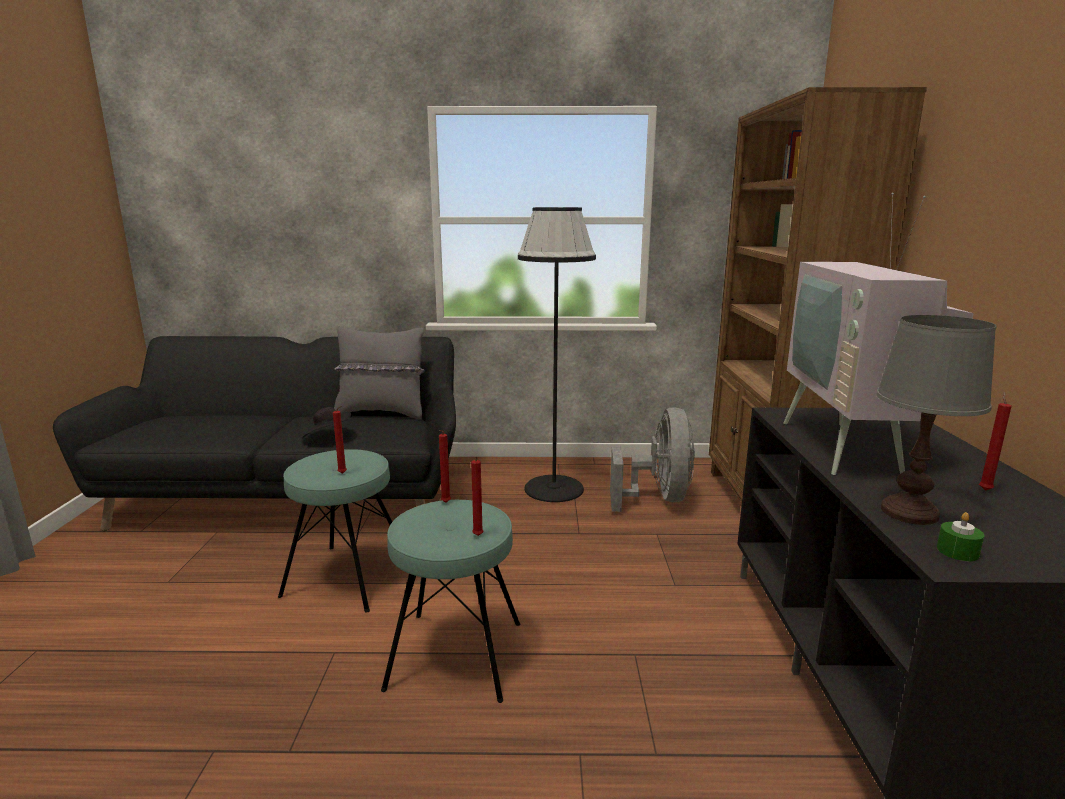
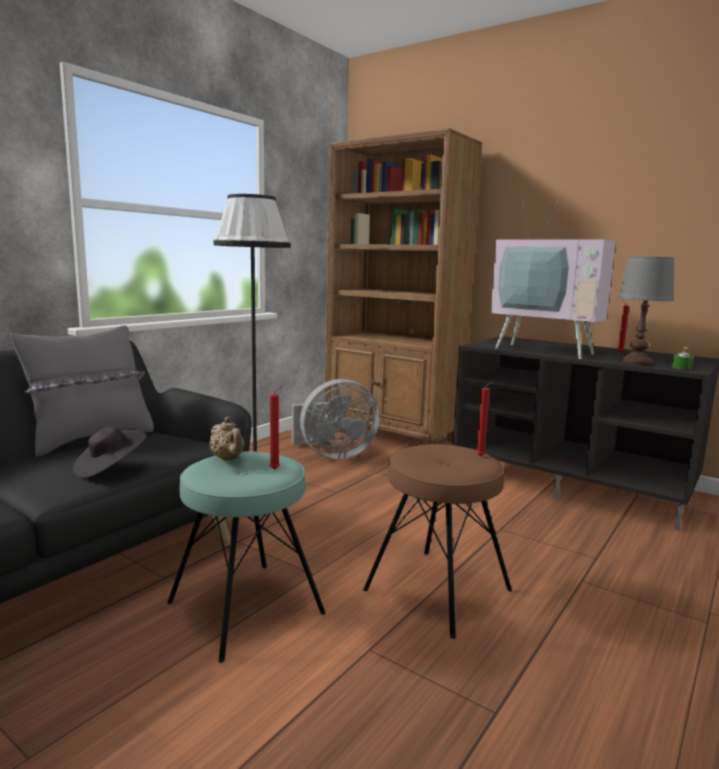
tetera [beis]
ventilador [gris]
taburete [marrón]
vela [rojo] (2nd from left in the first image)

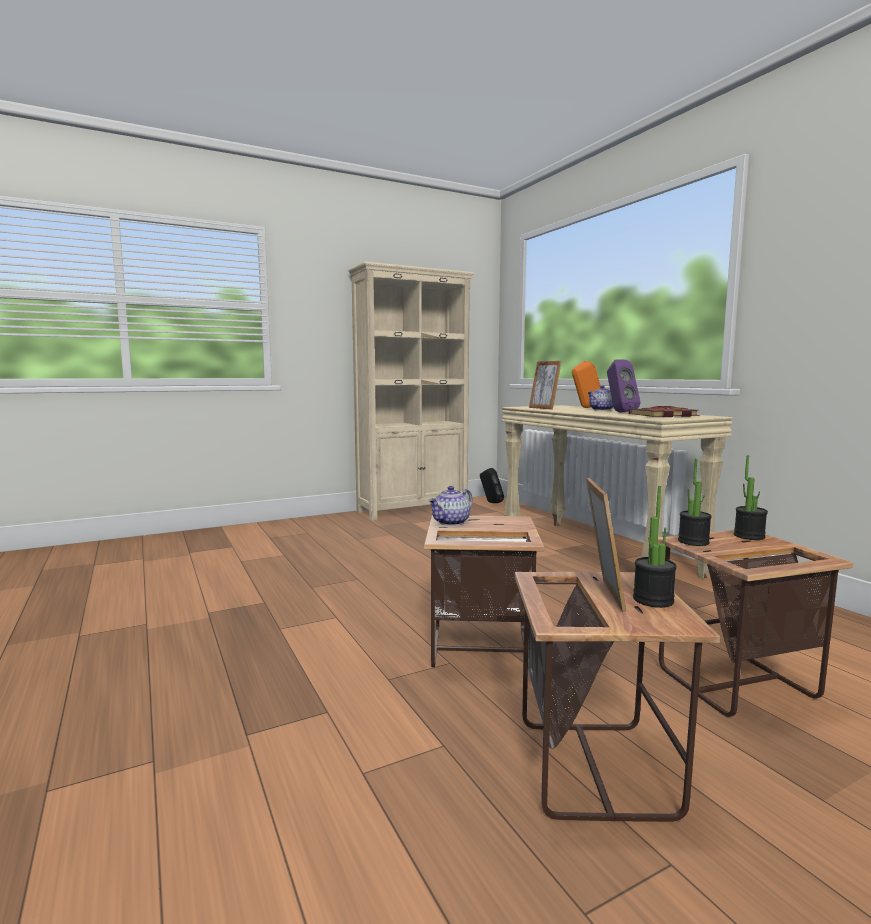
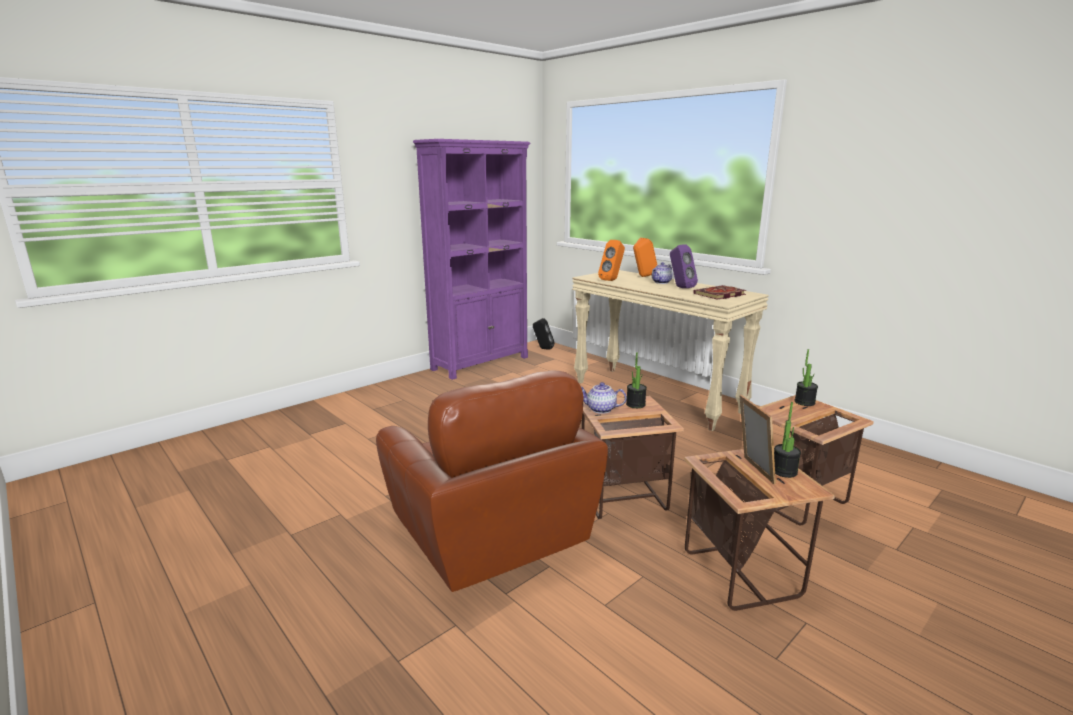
sillón [marrón]
estantería [morado]
tetera (1st from left)
altavoz [naranja] (1st from left)
planta en maceta (1st from left)

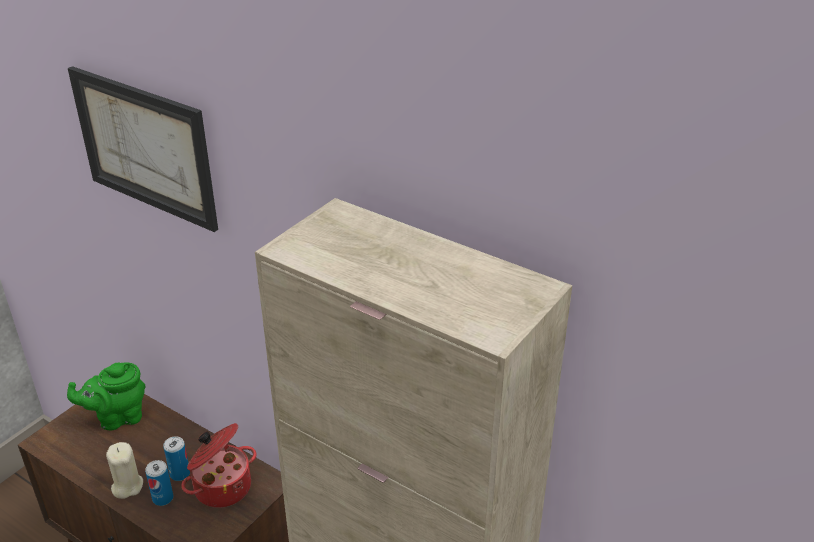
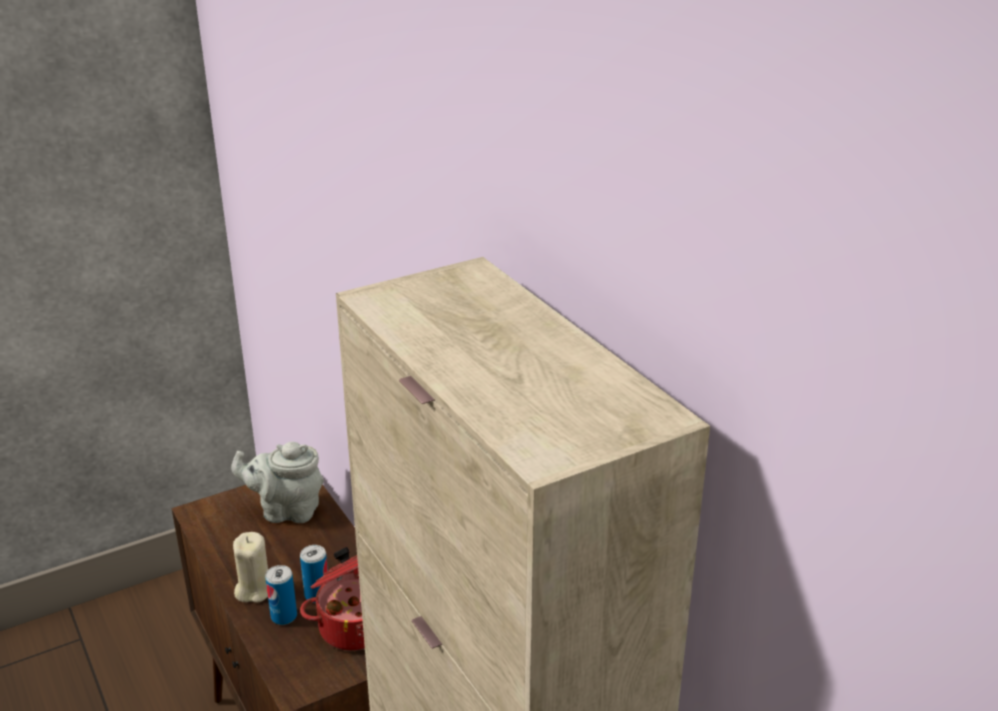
tetera [gris]
cuadro

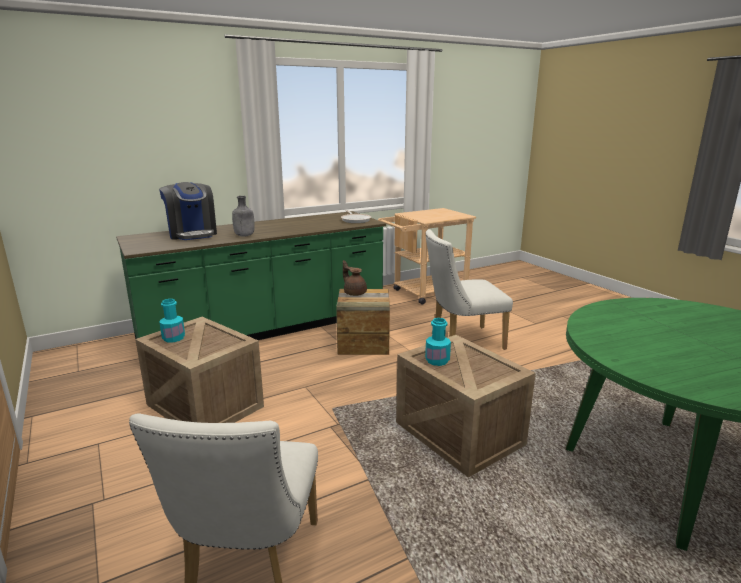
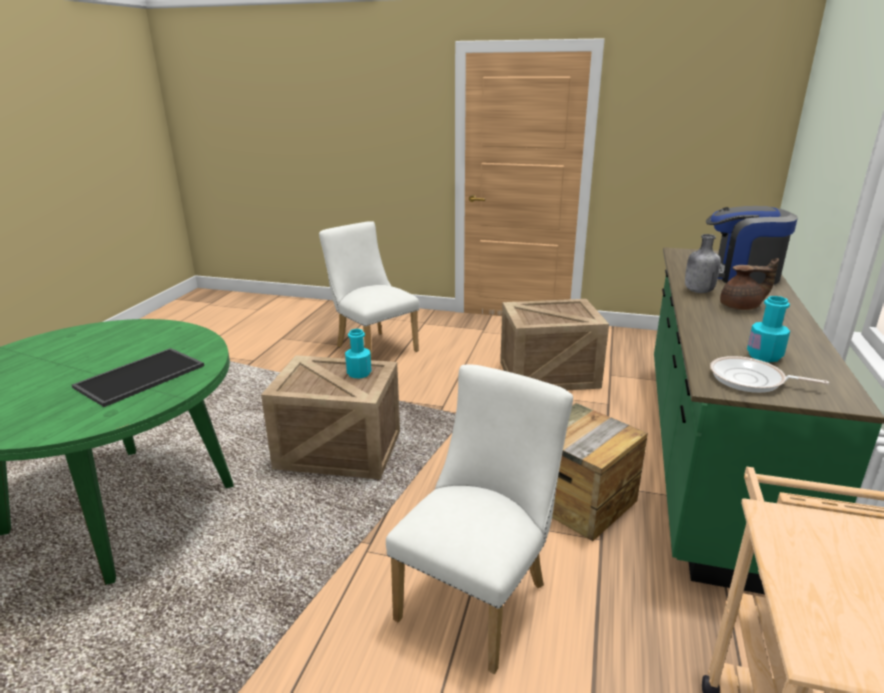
bandeja
tetera [marrón]
botella [turquesa] (2nd from left)

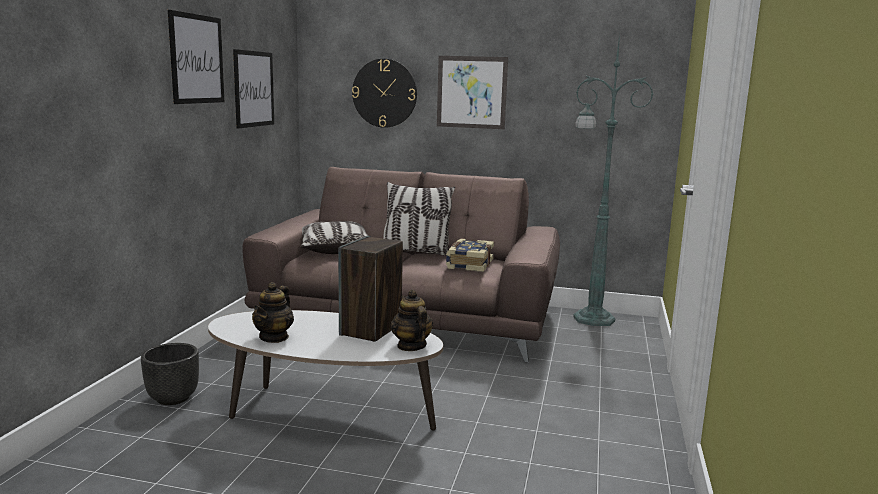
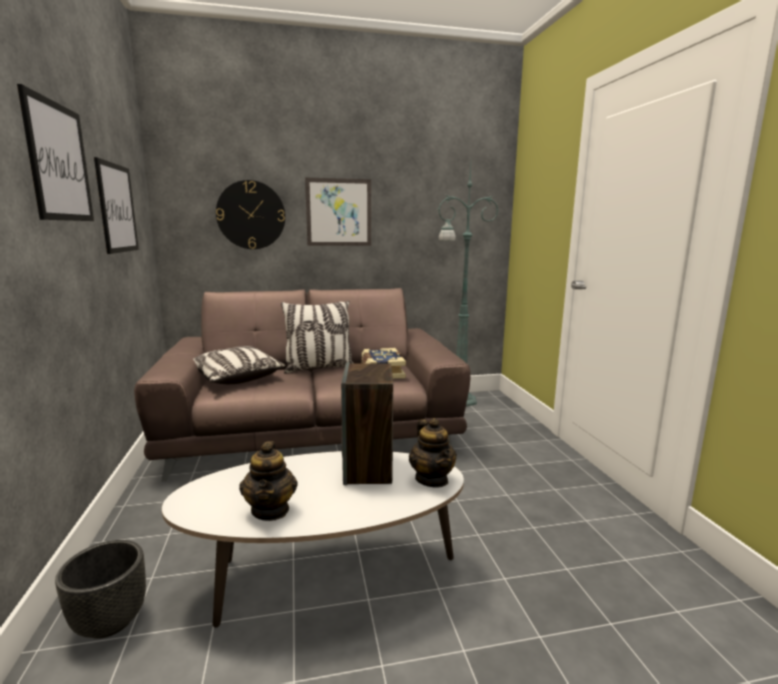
tetera (2nd from left)

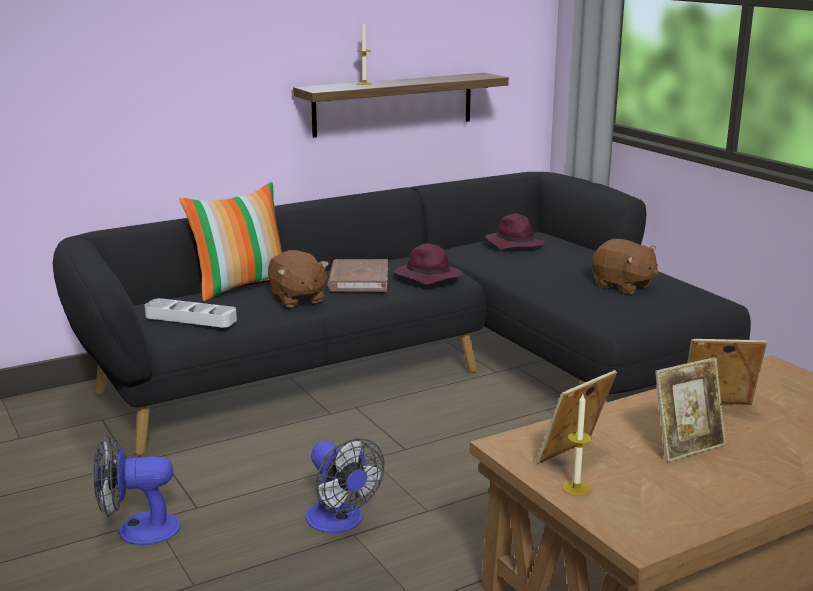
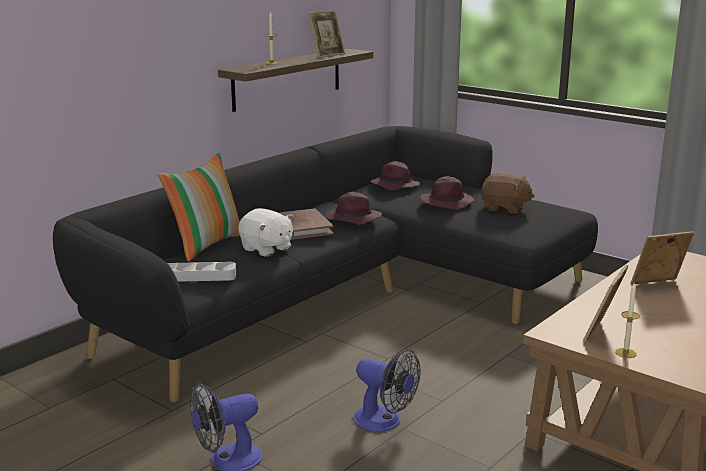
peluche [blanco]
portarretratos (1st from left)
sombrero [morado] (3rd from left)

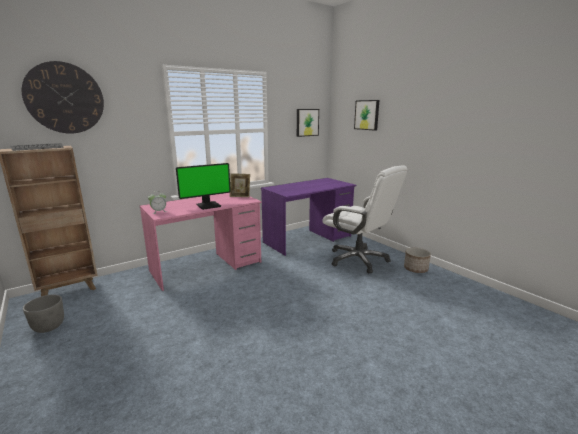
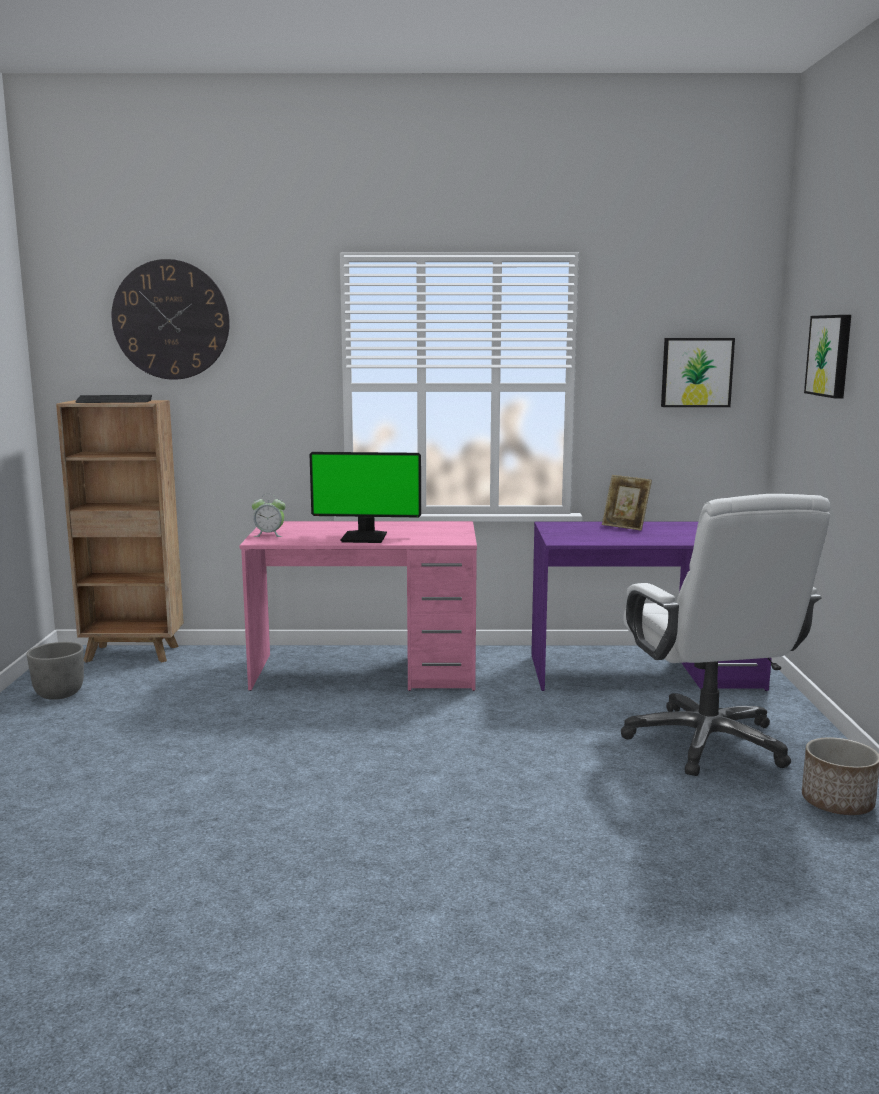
portarretratos

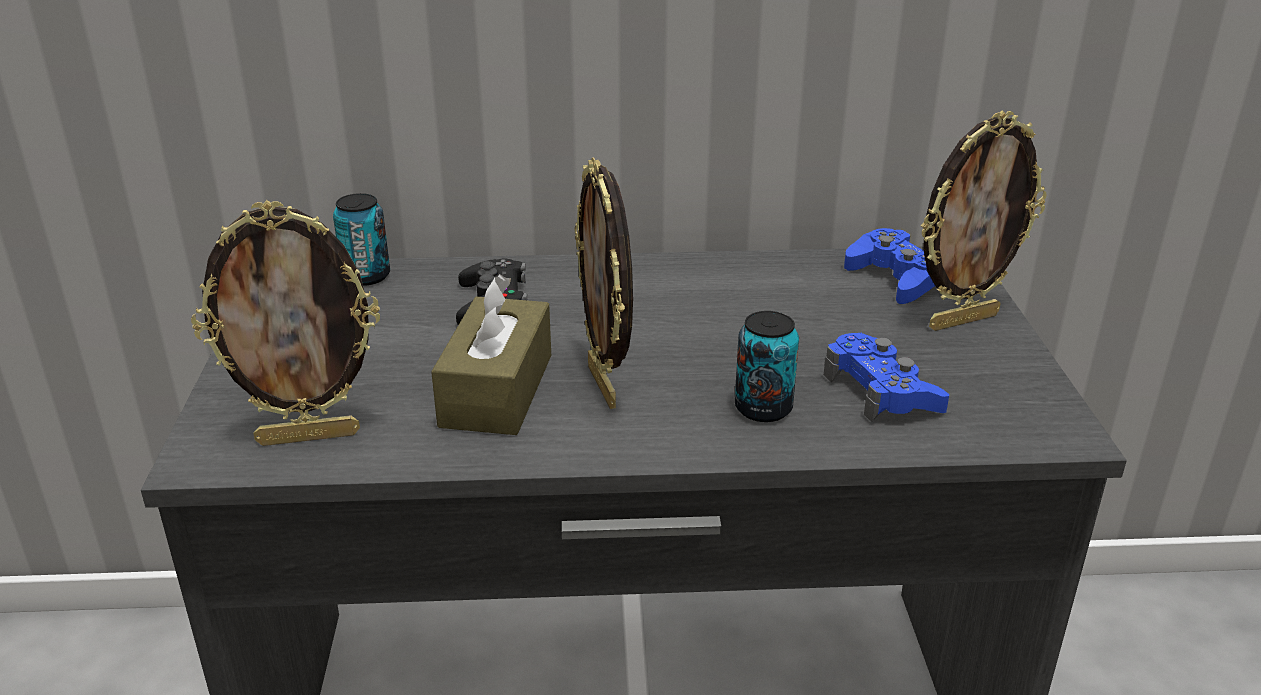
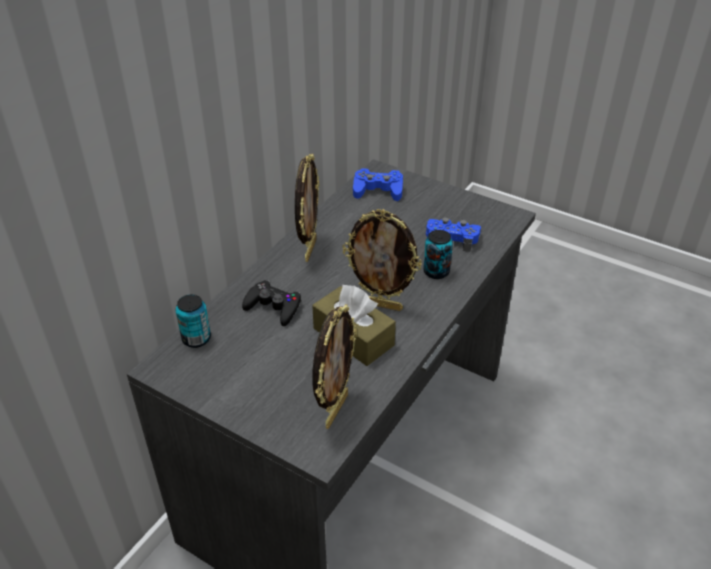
portarretratos (1st from left)

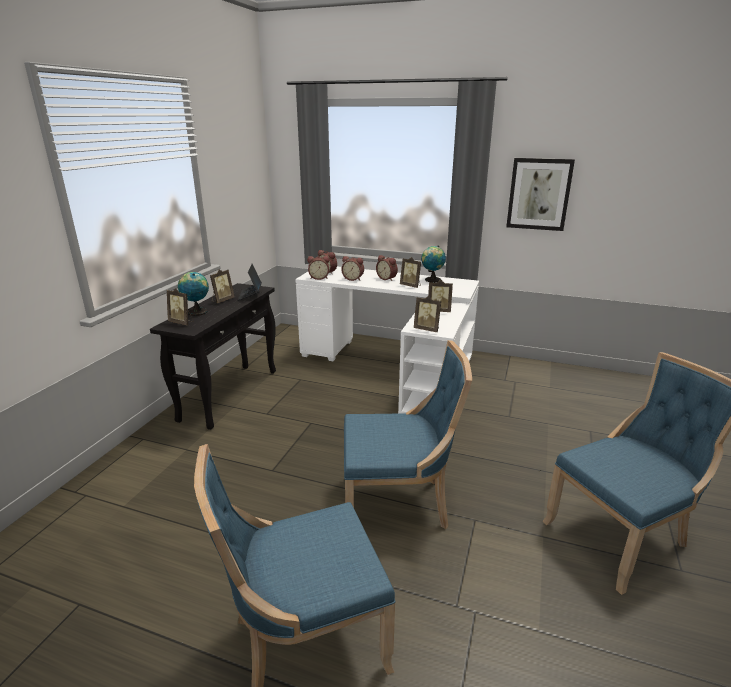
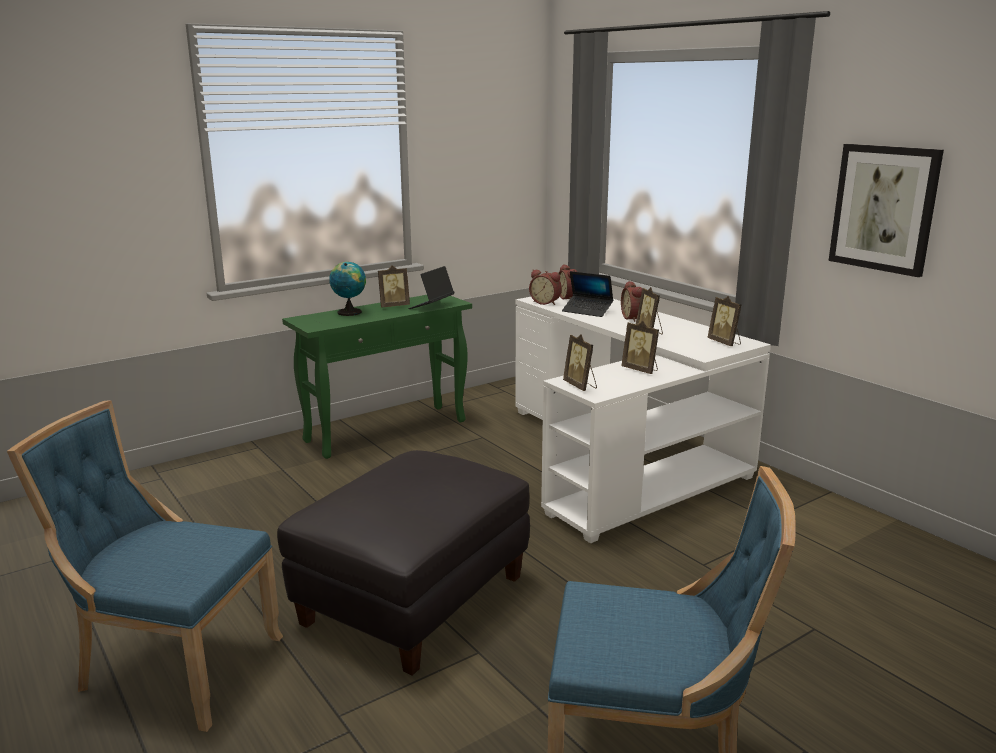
puf [negro]
mesa consola [verde]
portátil (2nd from left)
portarretratos (5th from left)
globo terráqueo (2nd from left in the first image)

